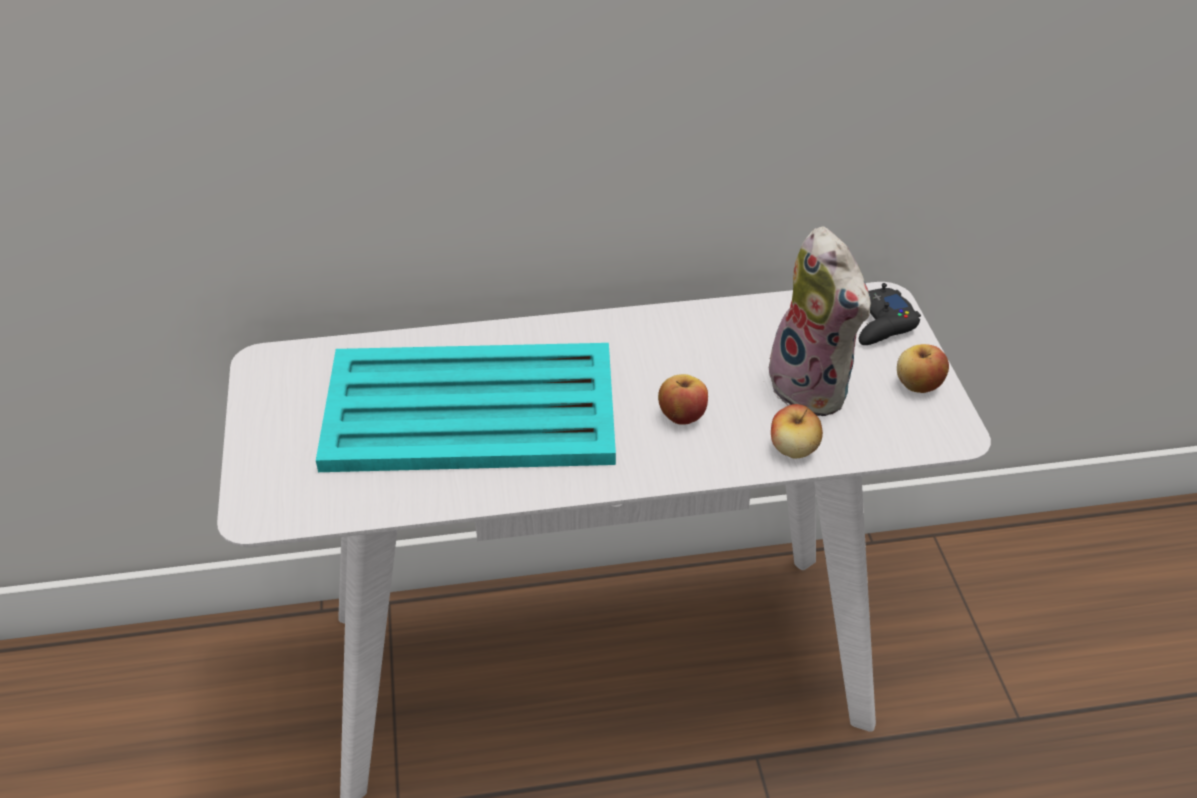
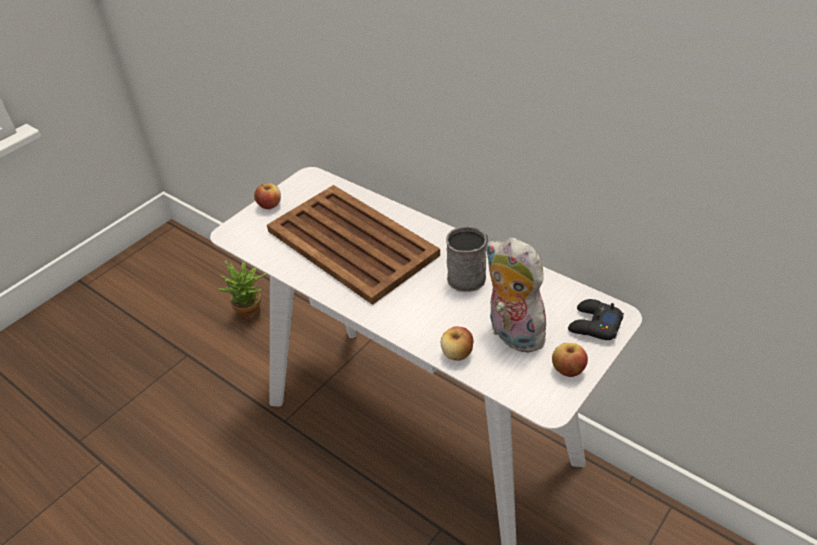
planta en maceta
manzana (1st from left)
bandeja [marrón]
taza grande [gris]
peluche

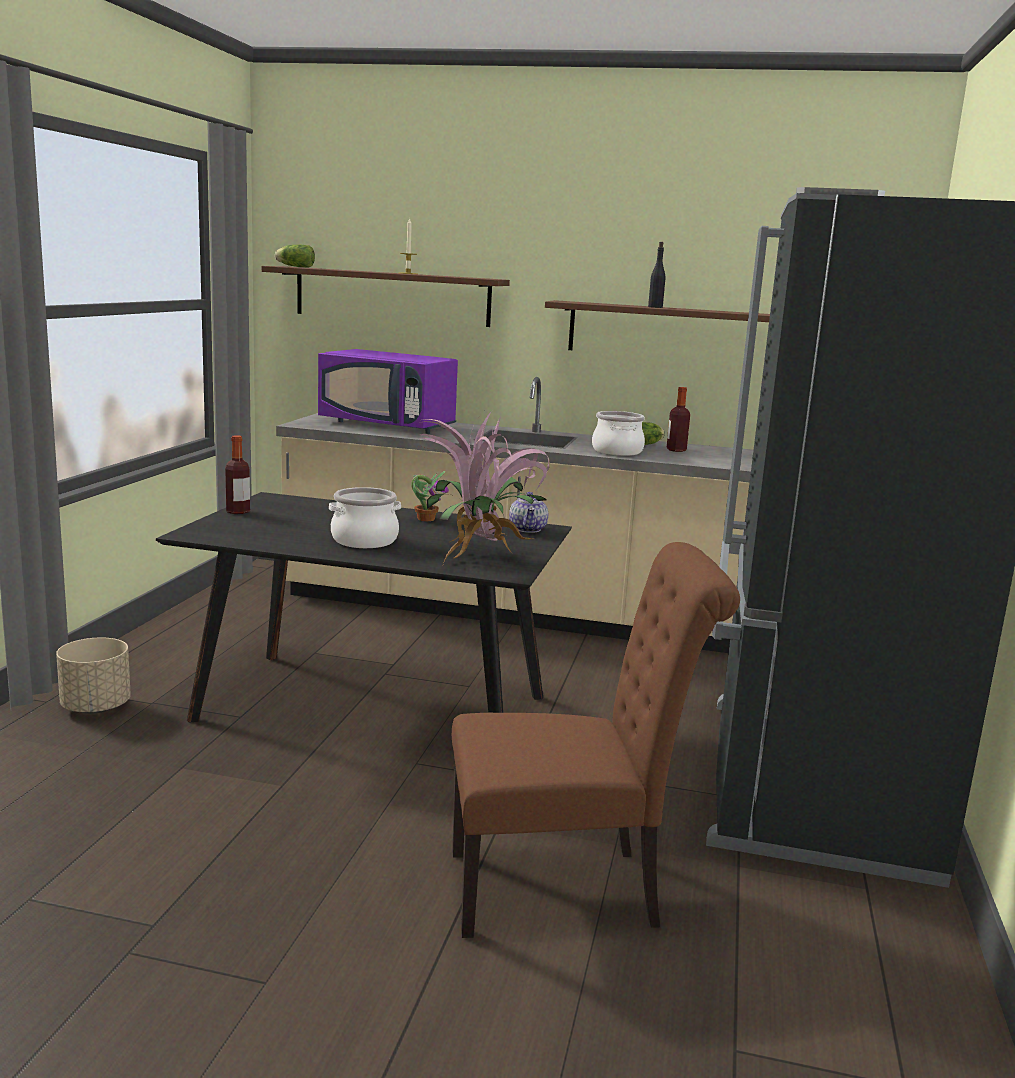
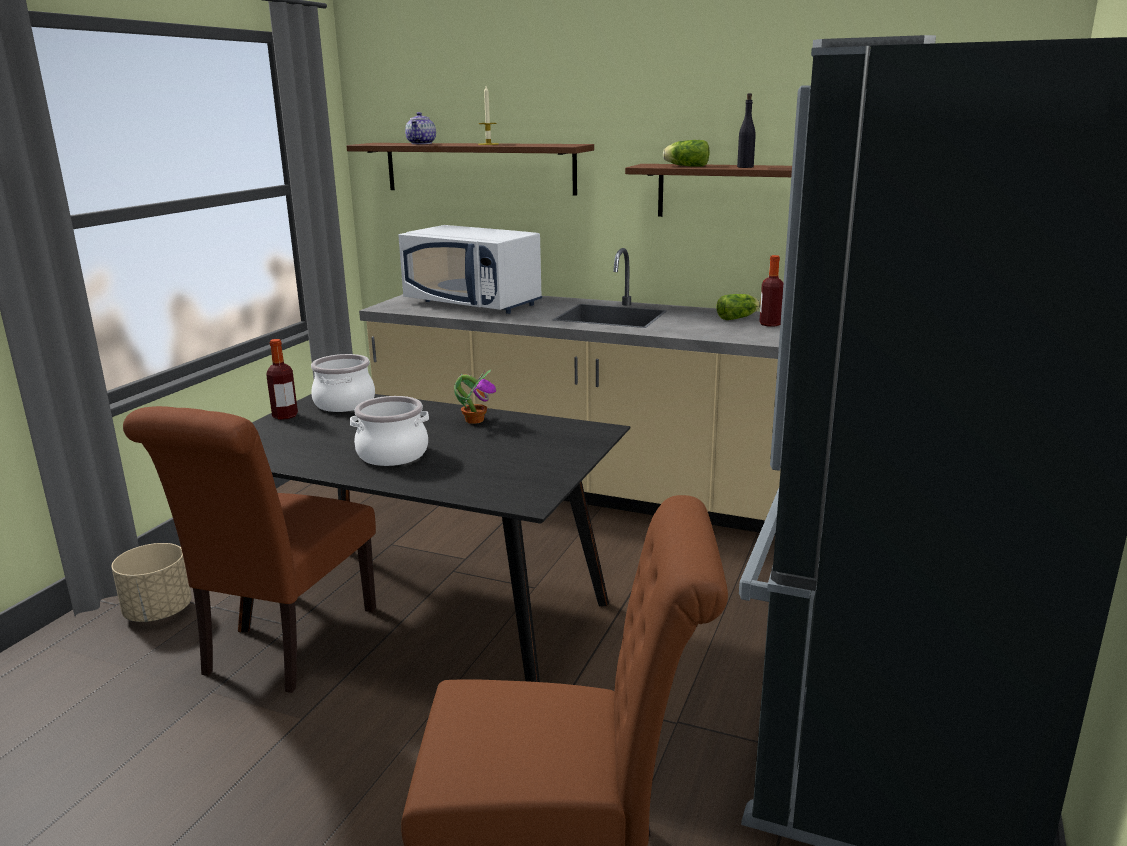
silla [marrón] (1st from left)
olla (1st from left)
microondas [blanco]
tetera
lechuga (1st from left)
planta en maceta (2nd from left in the first image)

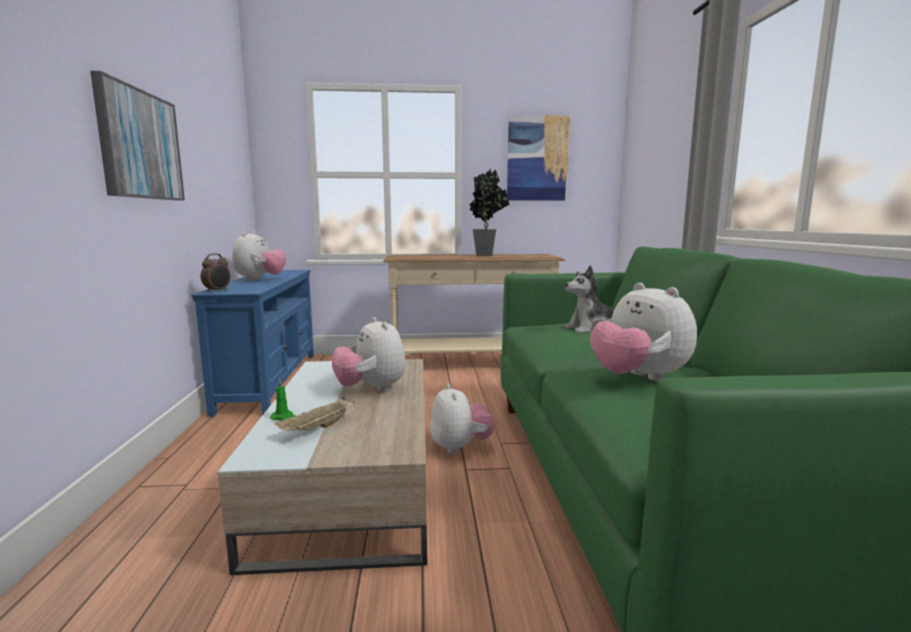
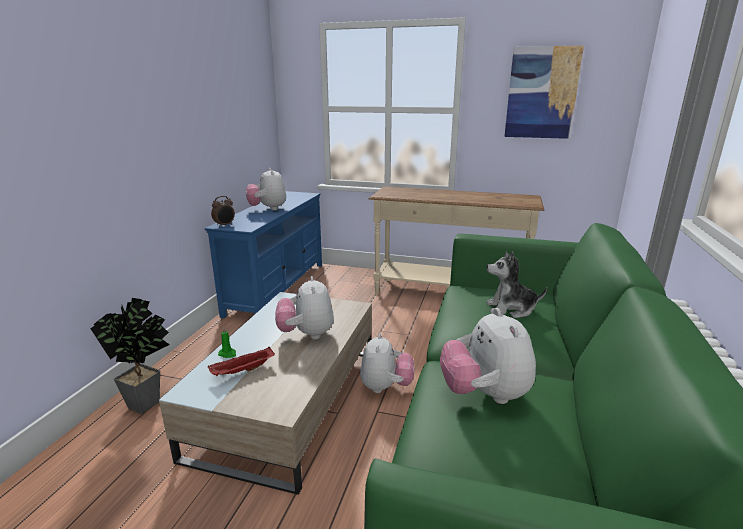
planta en maceta
bandeja [rojo]
peluche (1st from left)
cuadro (1st from left in the first image)

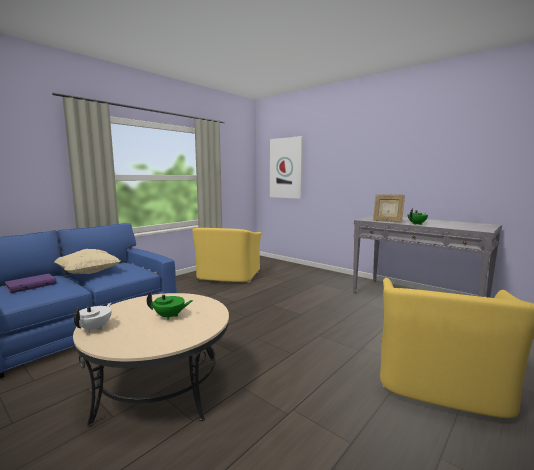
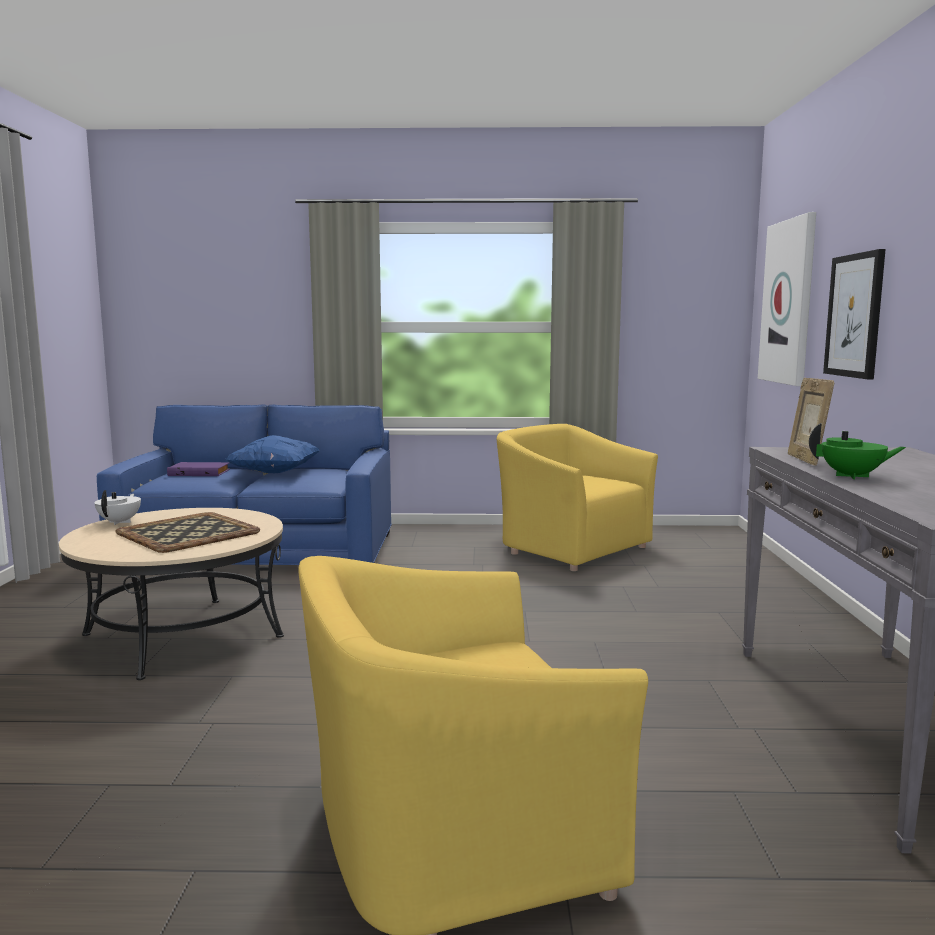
tetera [blanco]
bandeja
cojín [azul]
sillón [amarillo] (2nd from left)
cuadro (2nd from left)

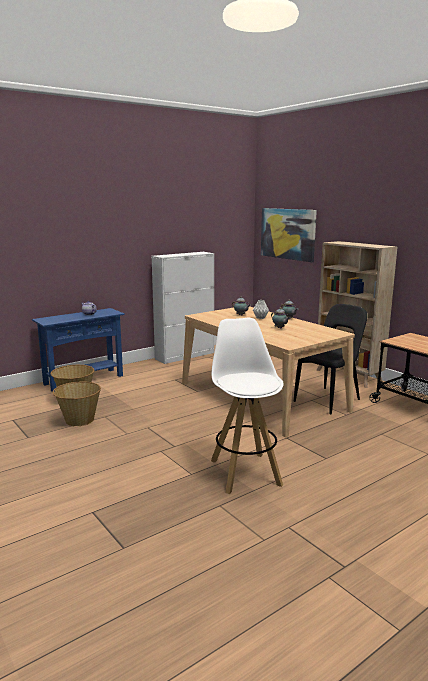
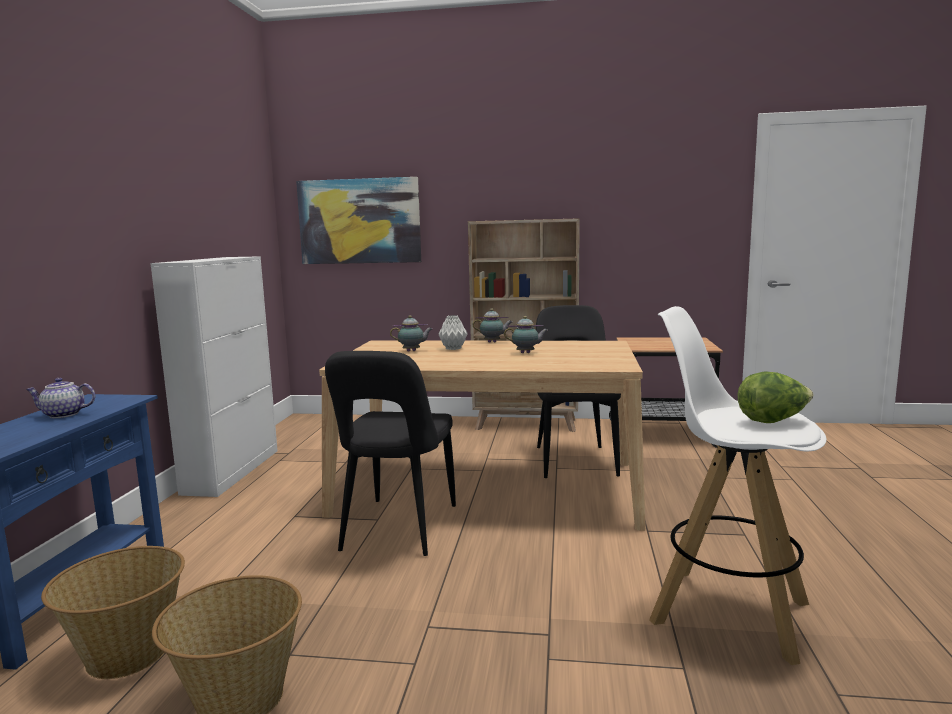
silla [negro] (1st from left)
lechuga

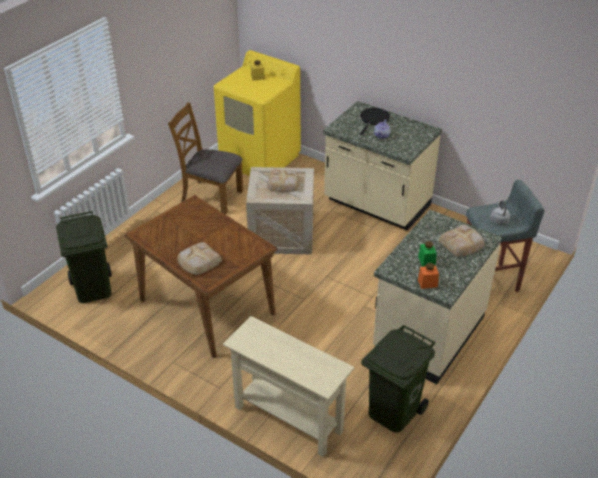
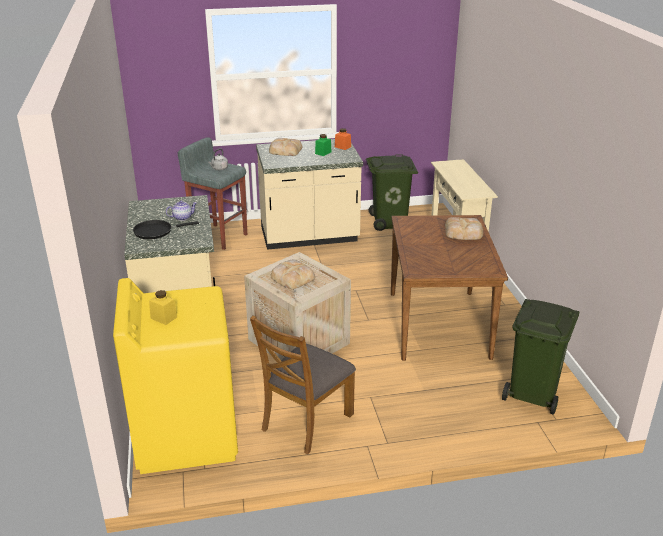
silla [marrón]

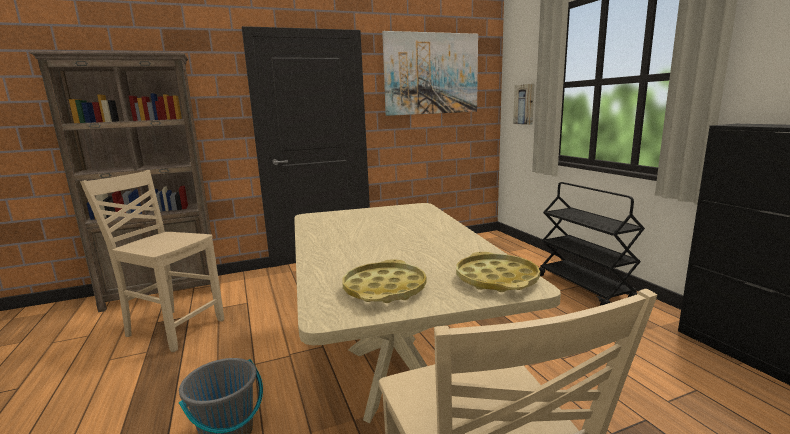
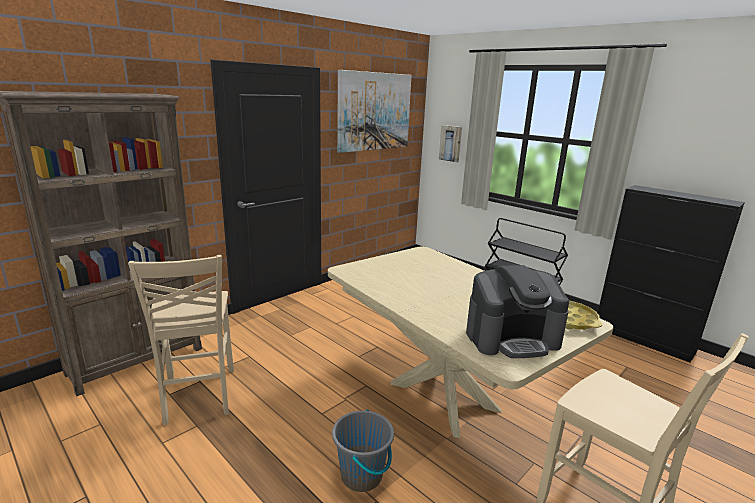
silla [beis] (1st from left)
cafetera

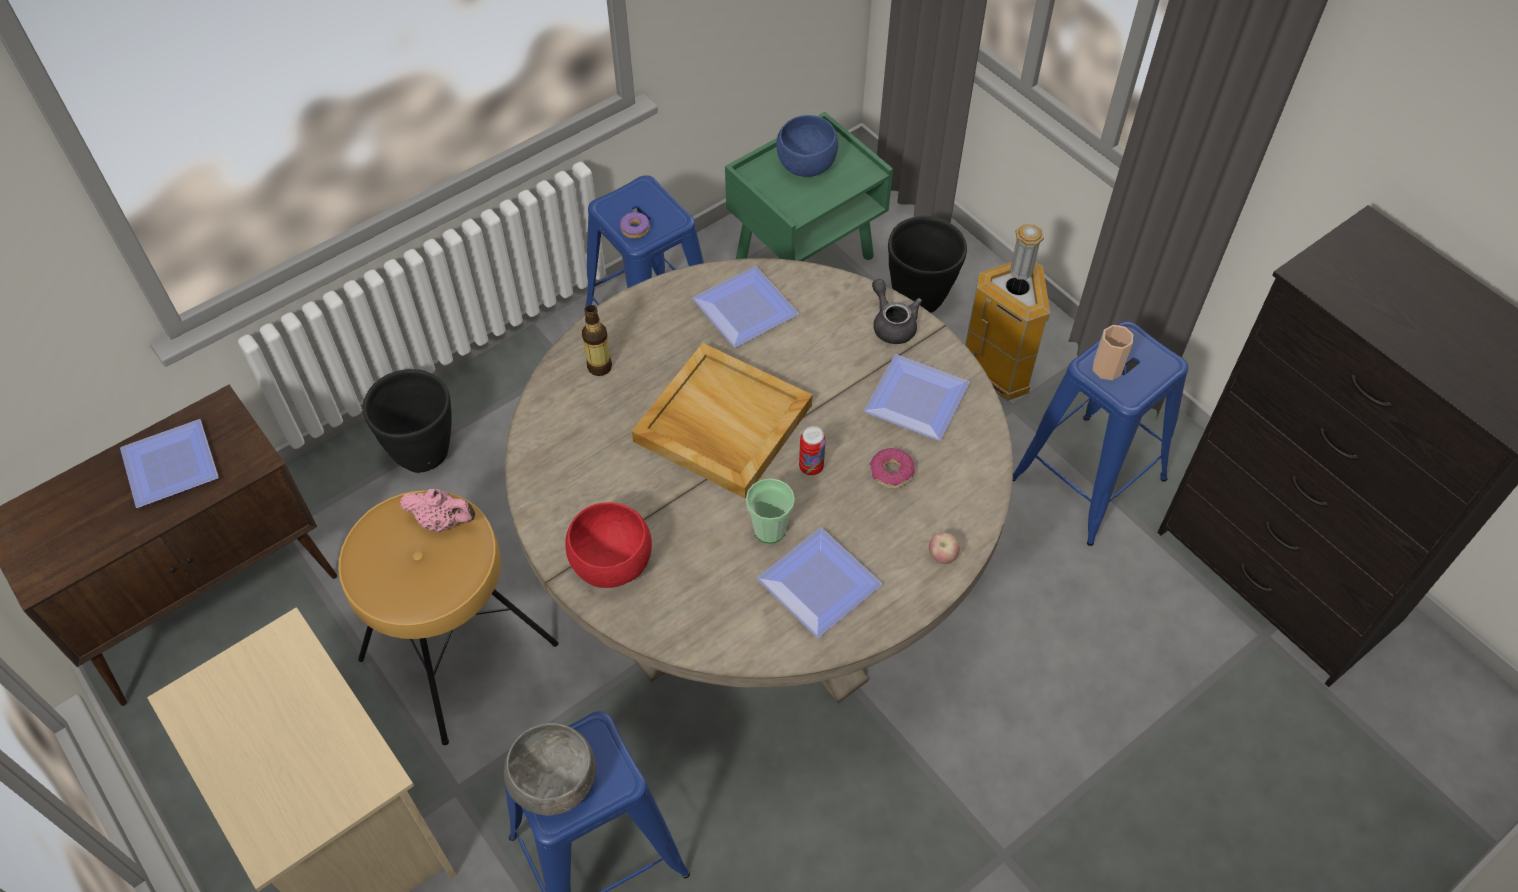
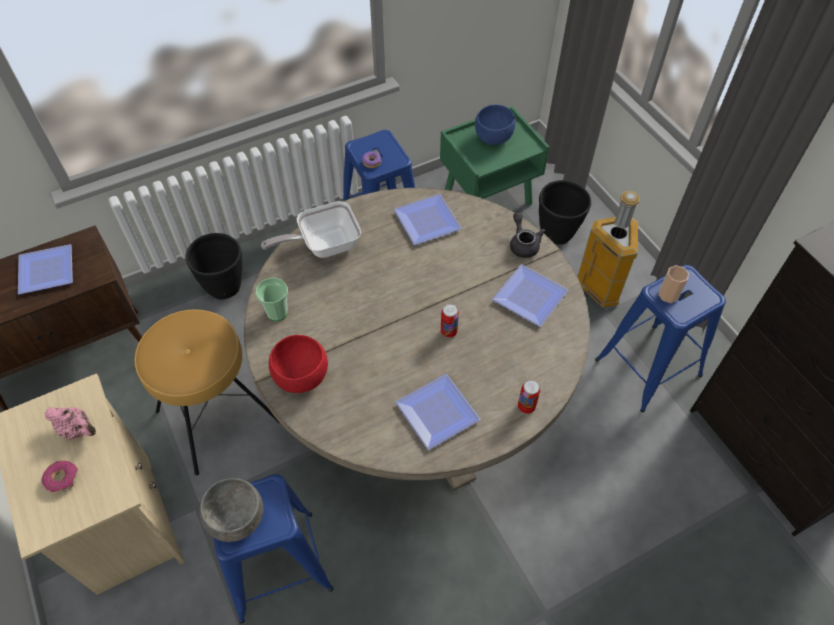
rosquilla (1st from left)
tetera [rosa]
taza (1st from left)
sartén
lata (2nd from left)
bandeja [beis]

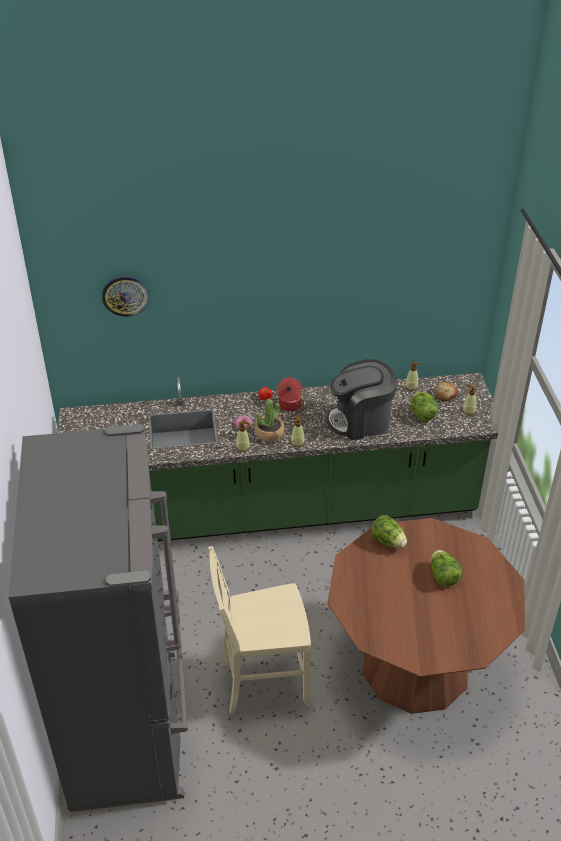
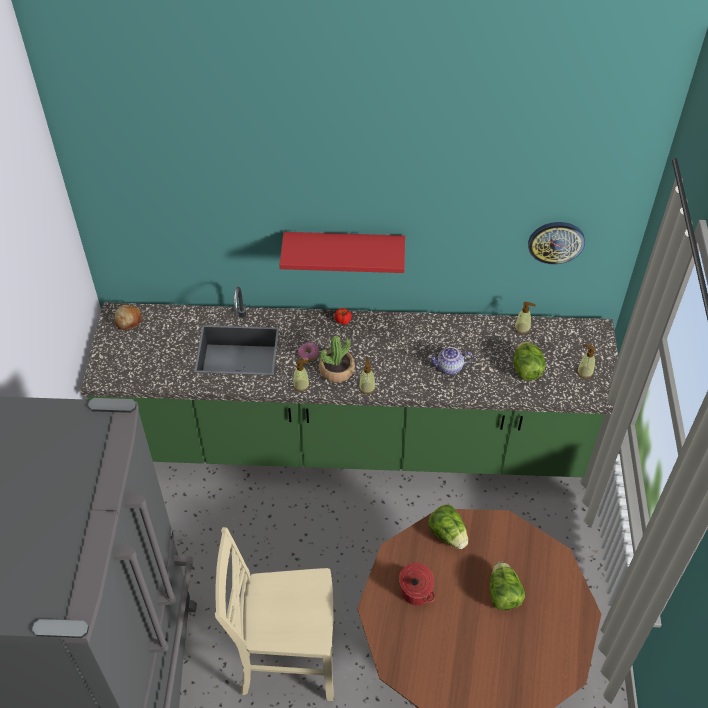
pan
estante [rojo]
olla
tetera
reloj de pared

